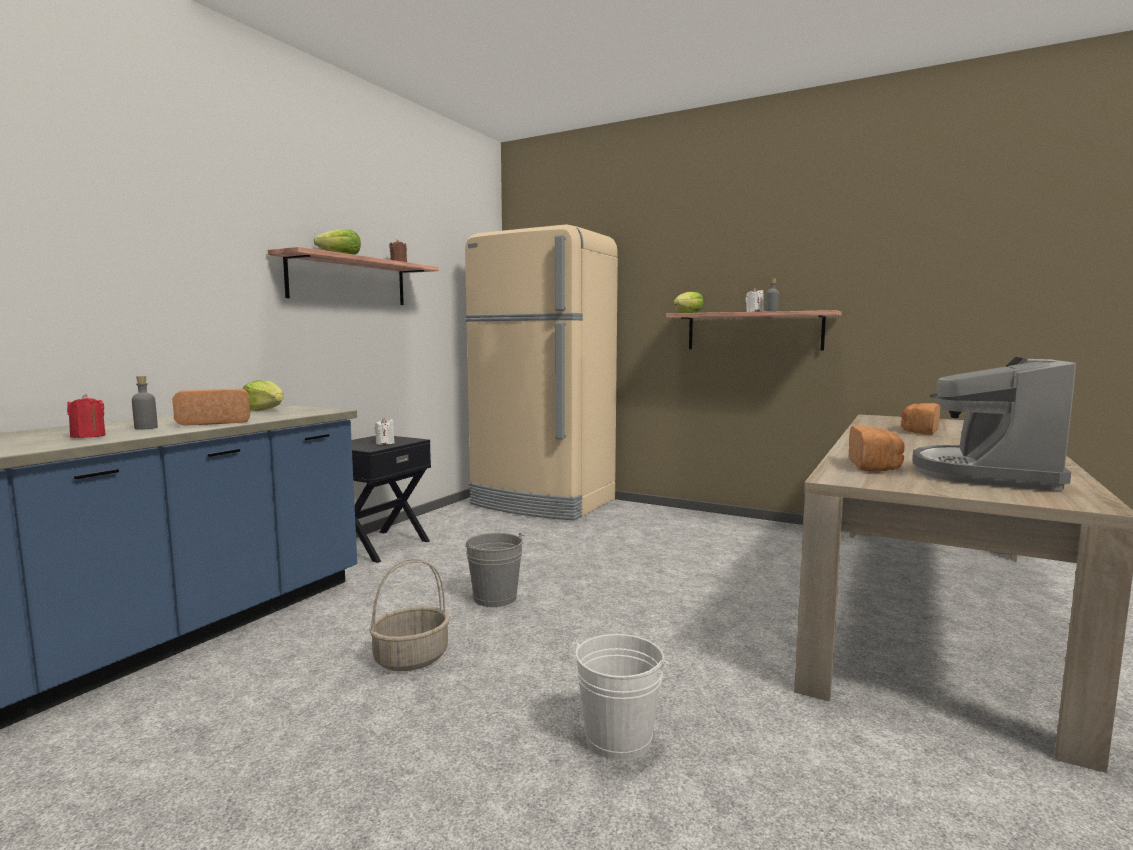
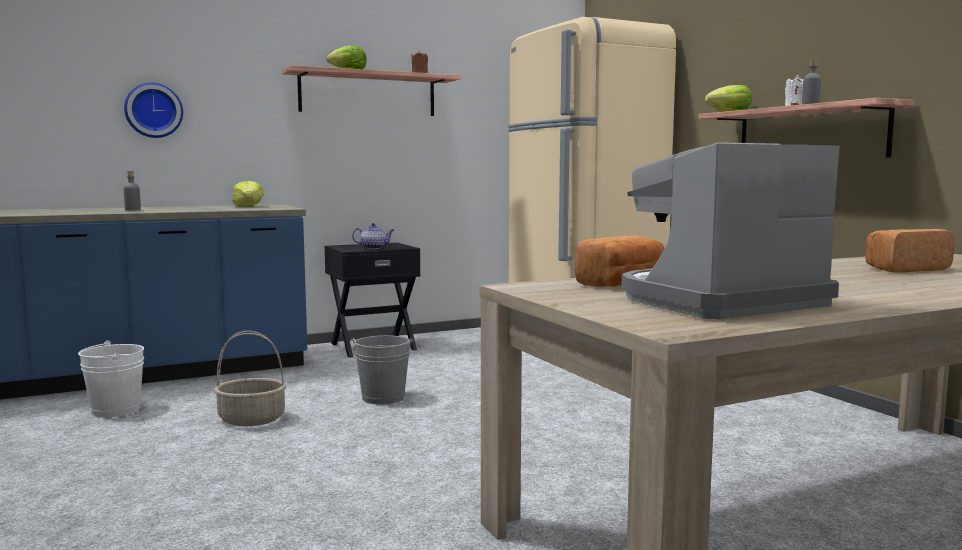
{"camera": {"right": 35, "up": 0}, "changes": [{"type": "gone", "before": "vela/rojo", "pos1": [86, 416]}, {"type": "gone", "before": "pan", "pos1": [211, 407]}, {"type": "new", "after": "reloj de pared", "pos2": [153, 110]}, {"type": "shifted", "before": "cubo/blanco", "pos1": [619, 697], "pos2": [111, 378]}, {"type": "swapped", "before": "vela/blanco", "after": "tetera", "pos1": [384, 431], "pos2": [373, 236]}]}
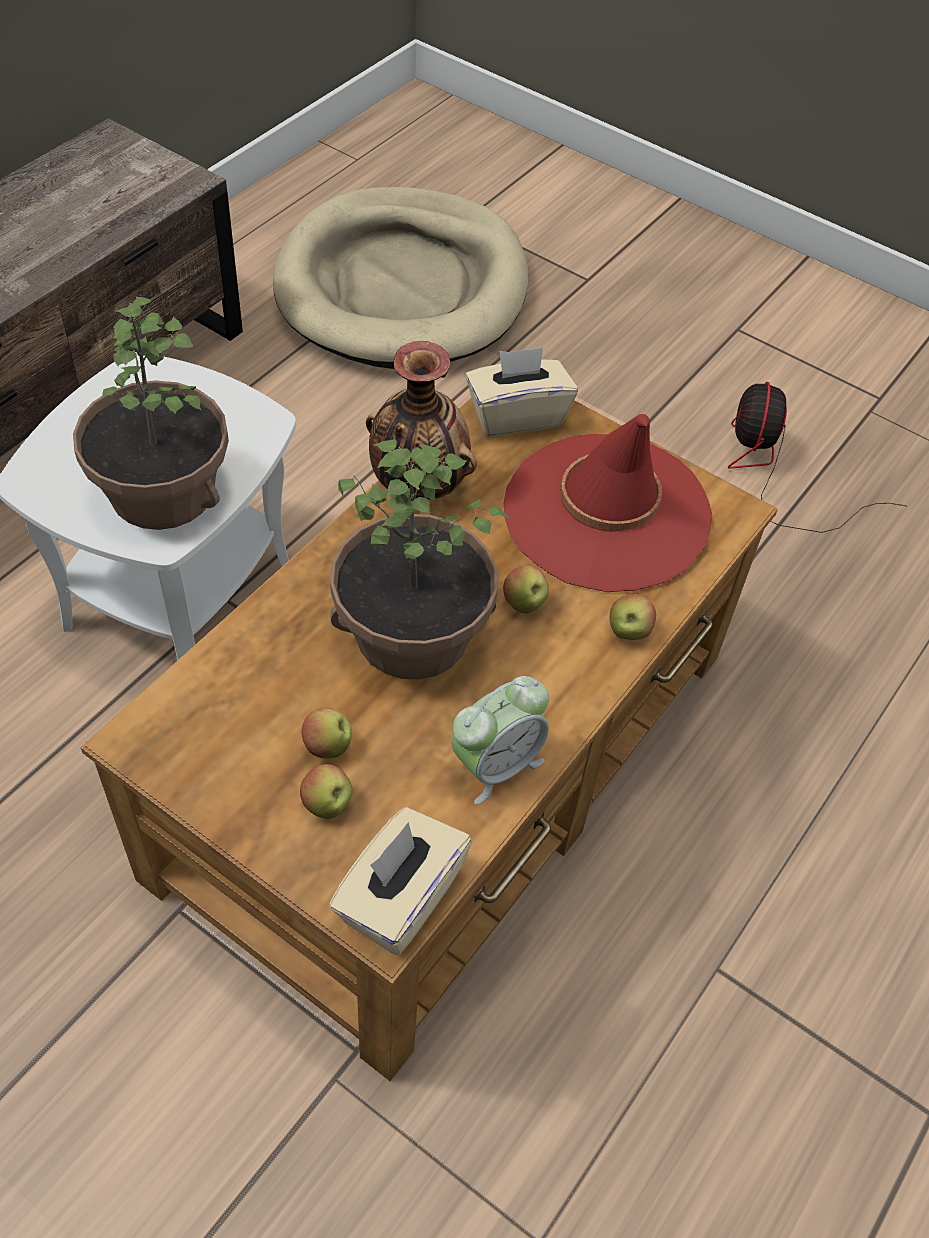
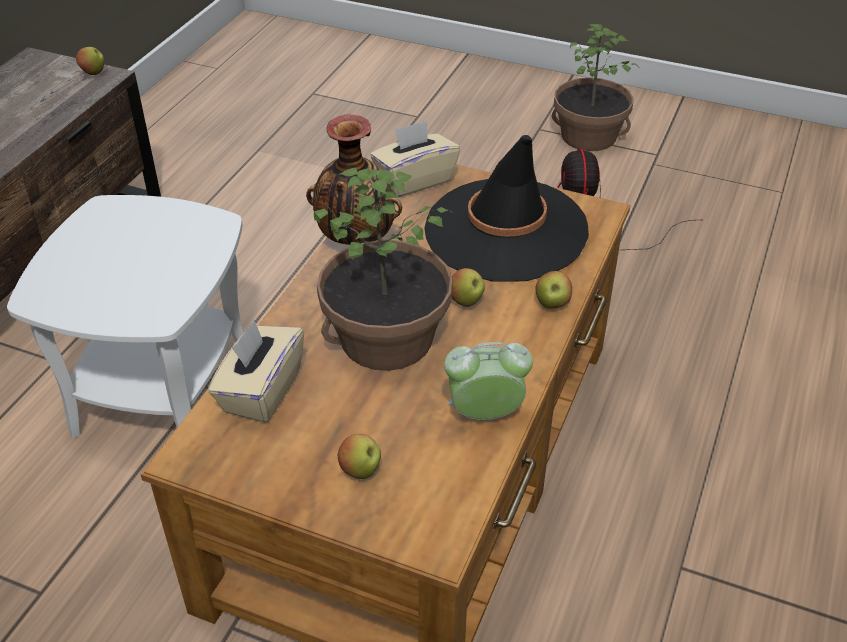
{"camera": {"right": -10, "up": -10}, "changes": [{"type": "gone", "before": "cama para perro/beis", "pos1": [400, 278]}, {"type": "shifted", "before": "planta en maceta", "pos1": [151, 413], "pos2": [595, 87]}, {"type": "shifted", "before": "manzana", "pos1": [326, 732], "pos2": [90, 61]}, {"type": "shifted", "before": "caja de pañuelos/beis", "pos1": [400, 881], "pos2": [256, 371]}, {"type": "repainted", "before": "sombrero/rojo", "after": "sombrero/negro", "pos1": [608, 503], "pos2": [507, 208]}, {"type": "rotated", "before": "despertador", "pos1": [500, 740], "pos2": [488, 381], "turn": -135}]}
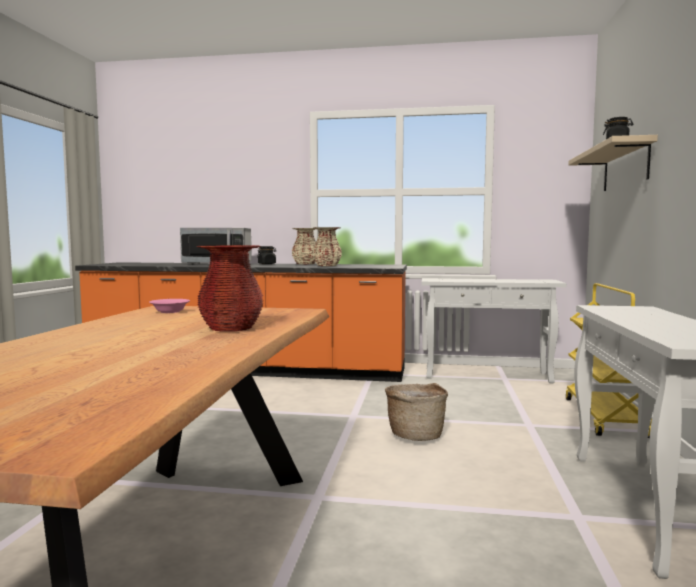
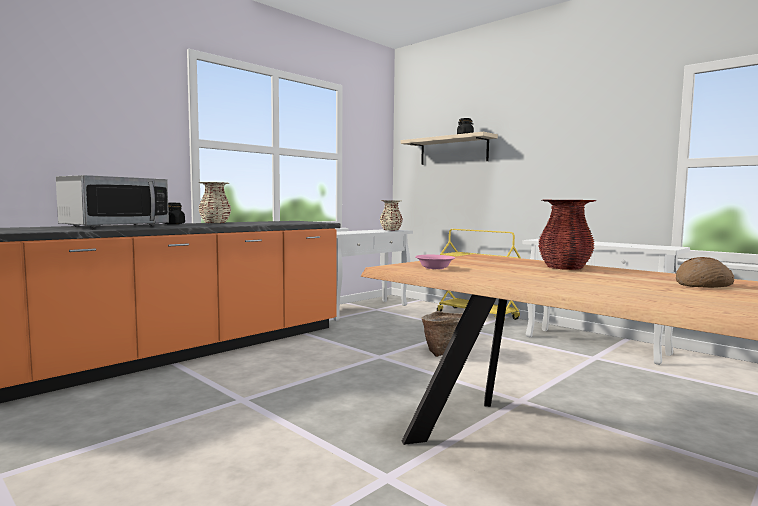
{"camera": {"right": -55, "up": 0}, "changes": [{"type": "new", "after": "pan", "pos2": [705, 272]}, {"type": "shifted", "before": "florero/beis", "pos1": [327, 246], "pos2": [391, 215]}]}
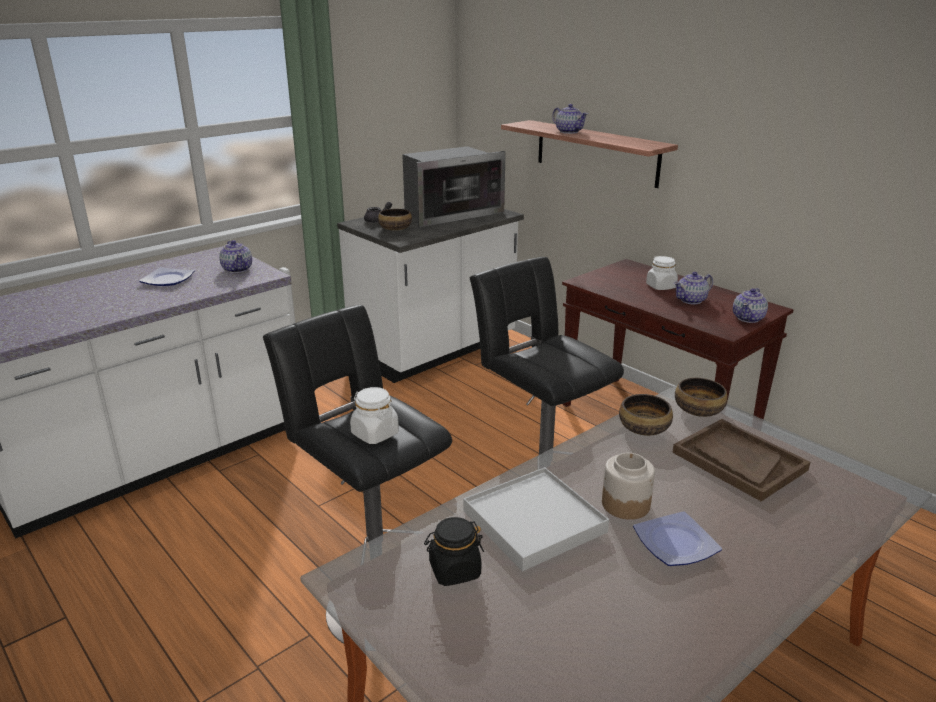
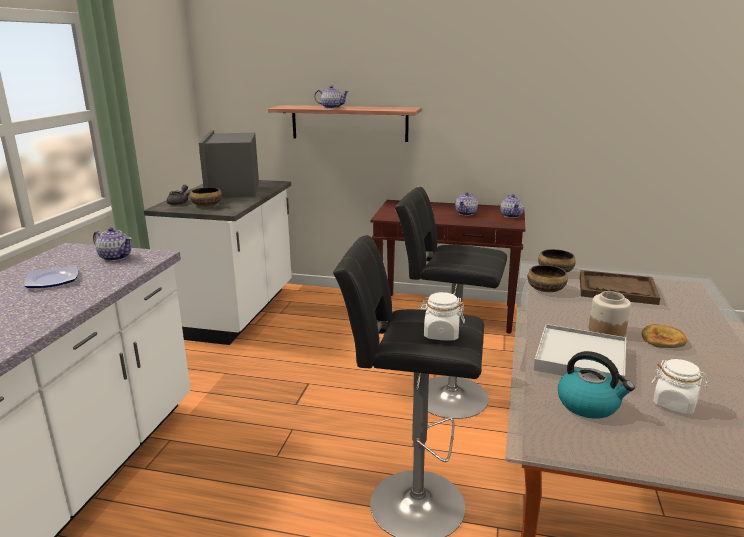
{"camera": {"right": -35, "up": -5}, "changes": [{"type": "shifted", "before": "tarro/blanco", "pos1": [662, 273], "pos2": [680, 387]}, {"type": "swapped", "before": "tarro/negro", "after": "hervidor", "pos1": [454, 551], "pos2": [596, 385]}, {"type": "swapped", "before": "plato", "after": "pan", "pos1": [677, 538], "pos2": [664, 336]}, {"type": "rotated", "before": "microondas", "pos1": [454, 187], "pos2": [229, 164], "turn": 150}]}
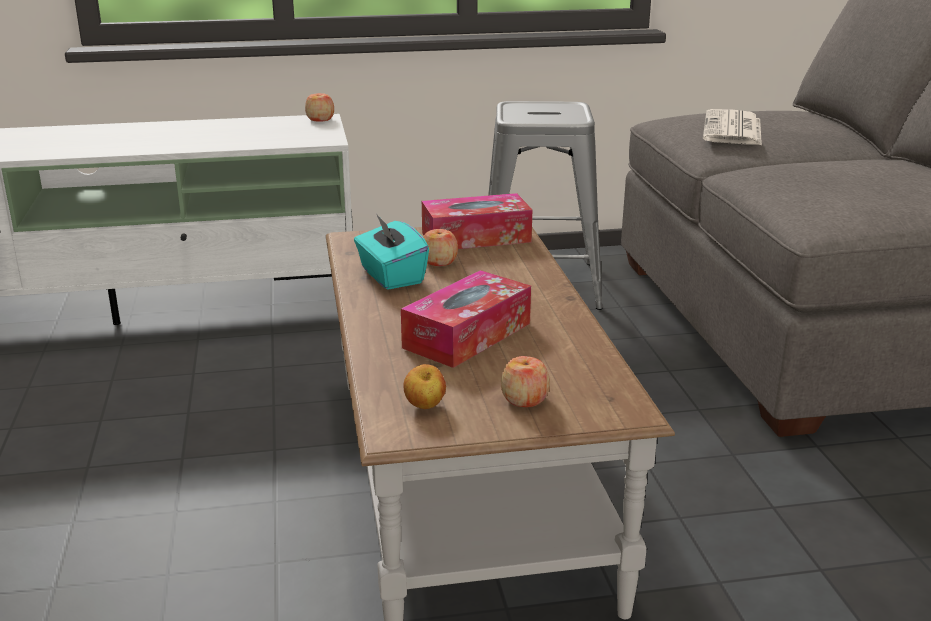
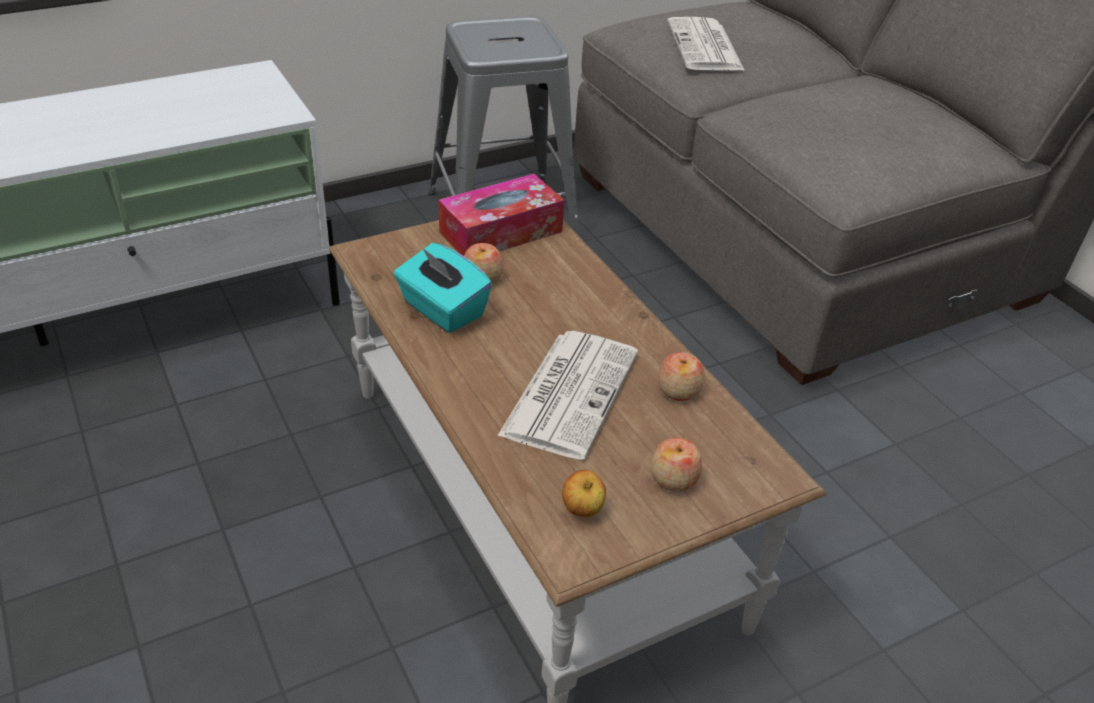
{"camera": {"right": -20, "up": 15}, "changes": [{"type": "shifted", "before": "manzana", "pos1": [319, 107], "pos2": [681, 376]}, {"type": "swapped", "before": "caja de pañuelos", "after": "periódico", "pos1": [466, 319], "pos2": [567, 395]}]}
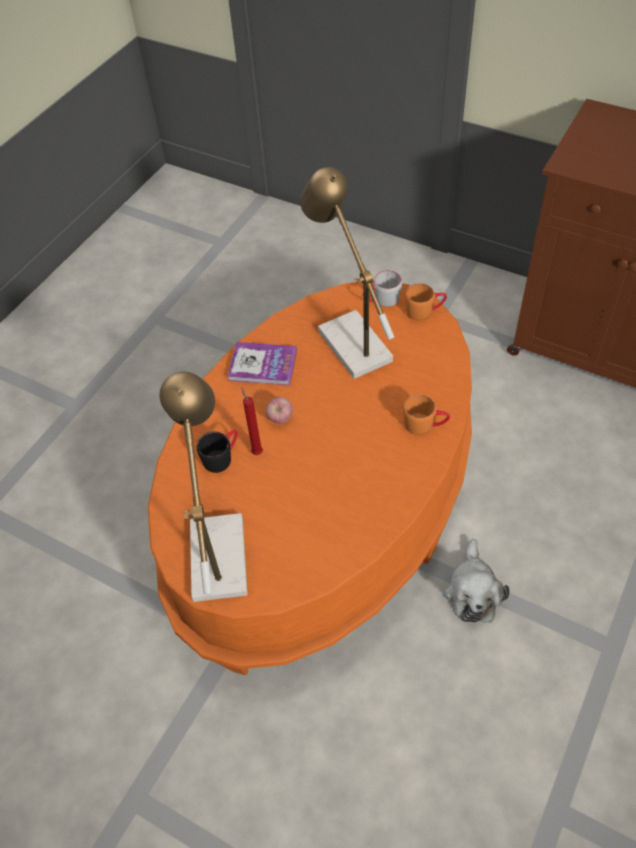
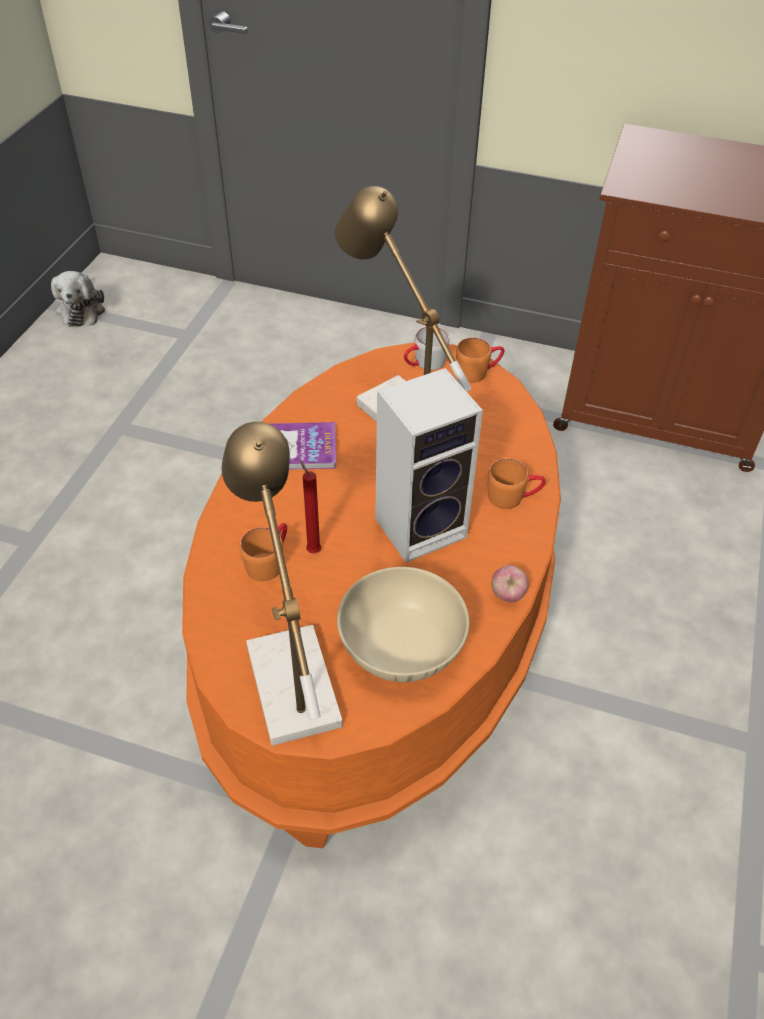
{"camera": {"right": -15, "up": -5}, "changes": [{"type": "new", "after": "cuenco/beis", "pos2": [403, 624]}, {"type": "new", "after": "altavoz", "pos2": [429, 465]}, {"type": "shifted", "before": "manzana", "pos1": [279, 410], "pos2": [510, 583]}, {"type": "shifted", "before": "peluche", "pos1": [477, 581], "pos2": [78, 299]}, {"type": "repainted", "before": "taza grande/negro", "after": "taza grande/naranja", "pos1": [217, 451], "pos2": [263, 552]}]}
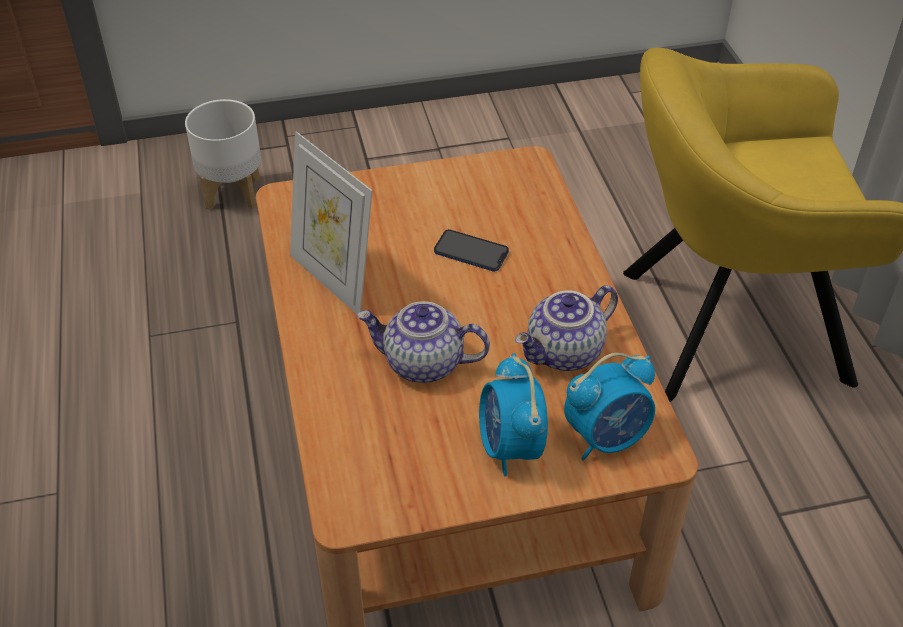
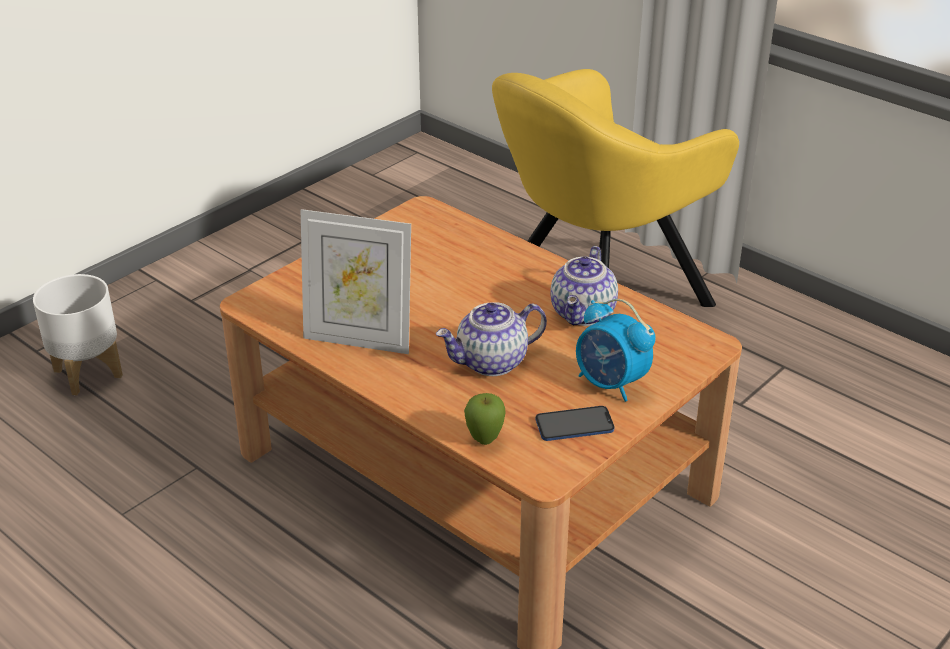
{"camera": {"right": -35, "up": -10}, "changes": [{"type": "gone", "before": "despertador", "pos1": [609, 407]}, {"type": "new", "after": "manzana", "pos2": [485, 419]}, {"type": "shifted", "before": "móvil", "pos1": [471, 250], "pos2": [575, 423]}]}
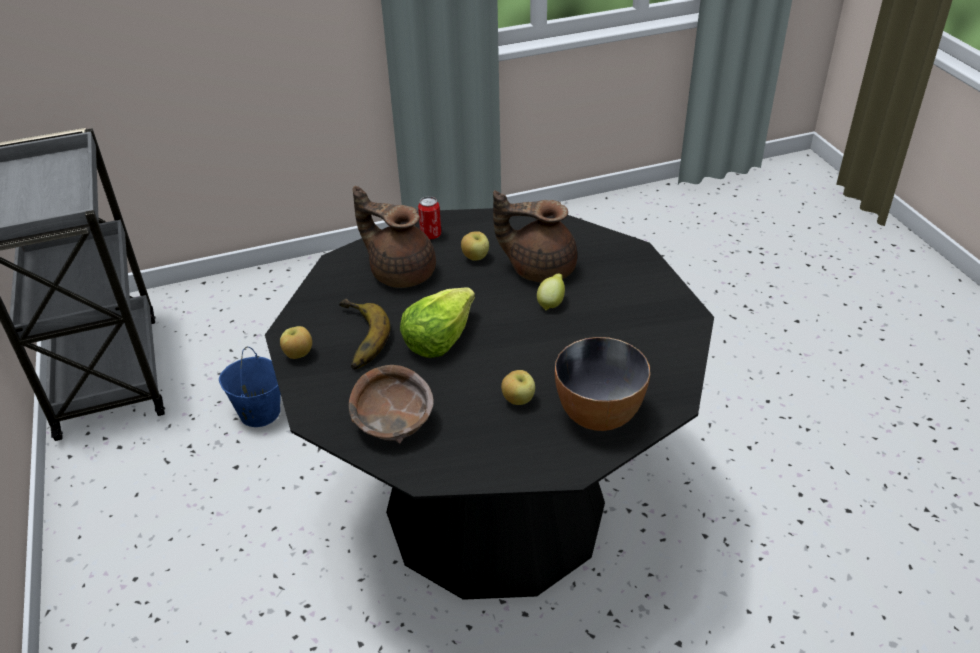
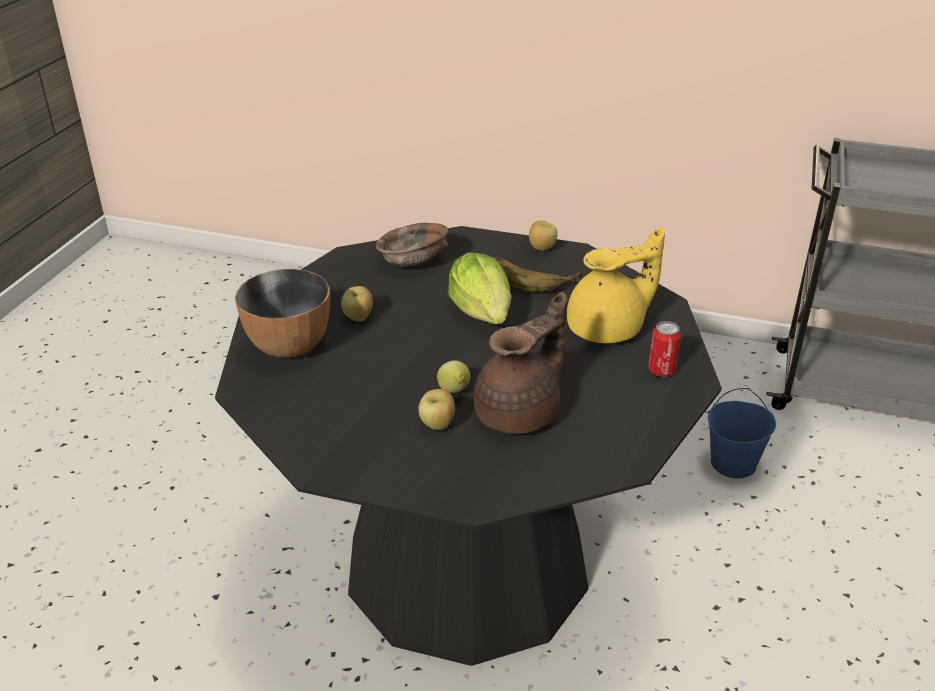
{"camera": {"right": 125, "up": -5}, "changes": [{"type": "shifted", "before": "manzana", "pos1": [475, 246], "pos2": [436, 409]}, {"type": "repainted", "before": "tetera/marrón", "after": "tetera/amarillo", "pos1": [394, 237], "pos2": [616, 285]}]}
